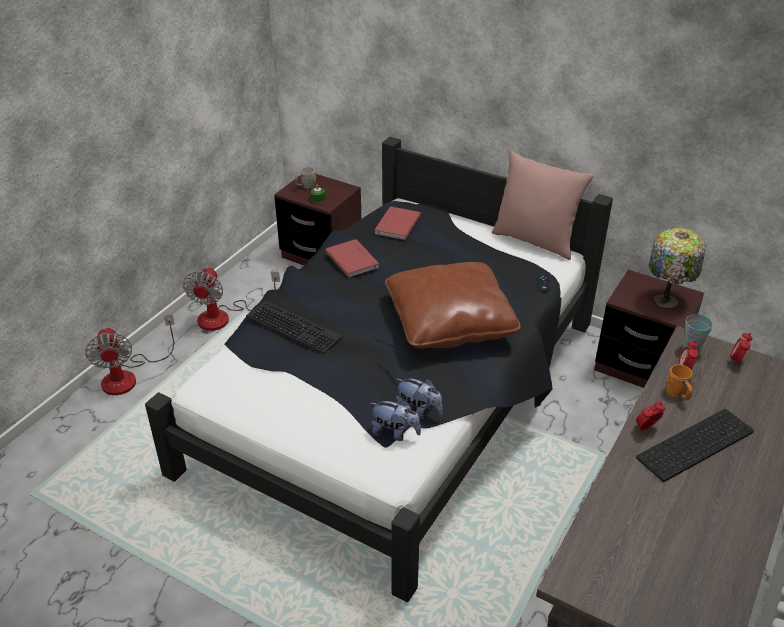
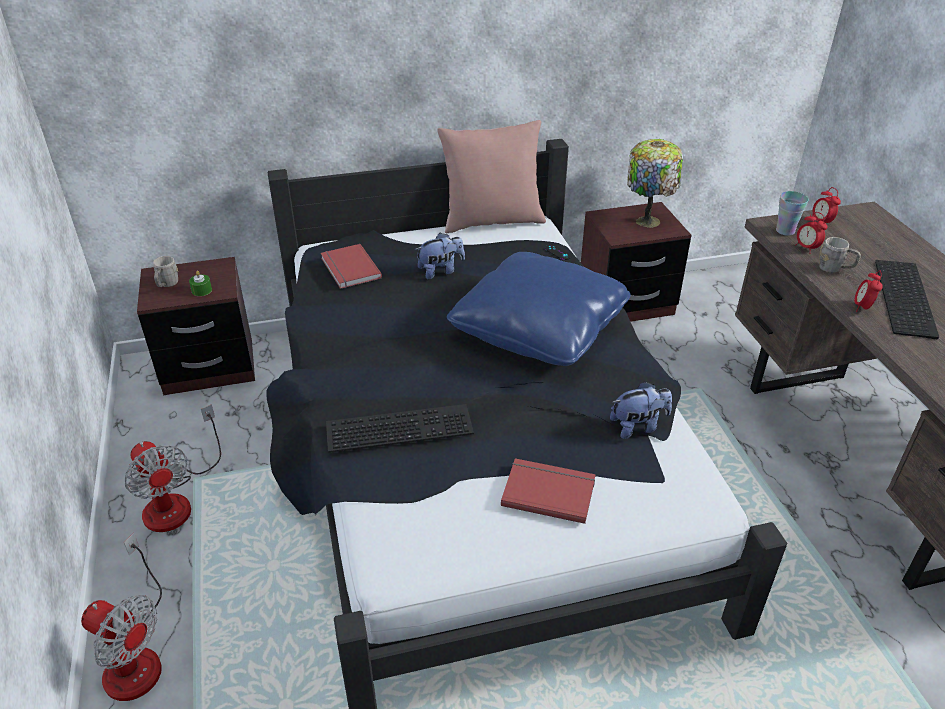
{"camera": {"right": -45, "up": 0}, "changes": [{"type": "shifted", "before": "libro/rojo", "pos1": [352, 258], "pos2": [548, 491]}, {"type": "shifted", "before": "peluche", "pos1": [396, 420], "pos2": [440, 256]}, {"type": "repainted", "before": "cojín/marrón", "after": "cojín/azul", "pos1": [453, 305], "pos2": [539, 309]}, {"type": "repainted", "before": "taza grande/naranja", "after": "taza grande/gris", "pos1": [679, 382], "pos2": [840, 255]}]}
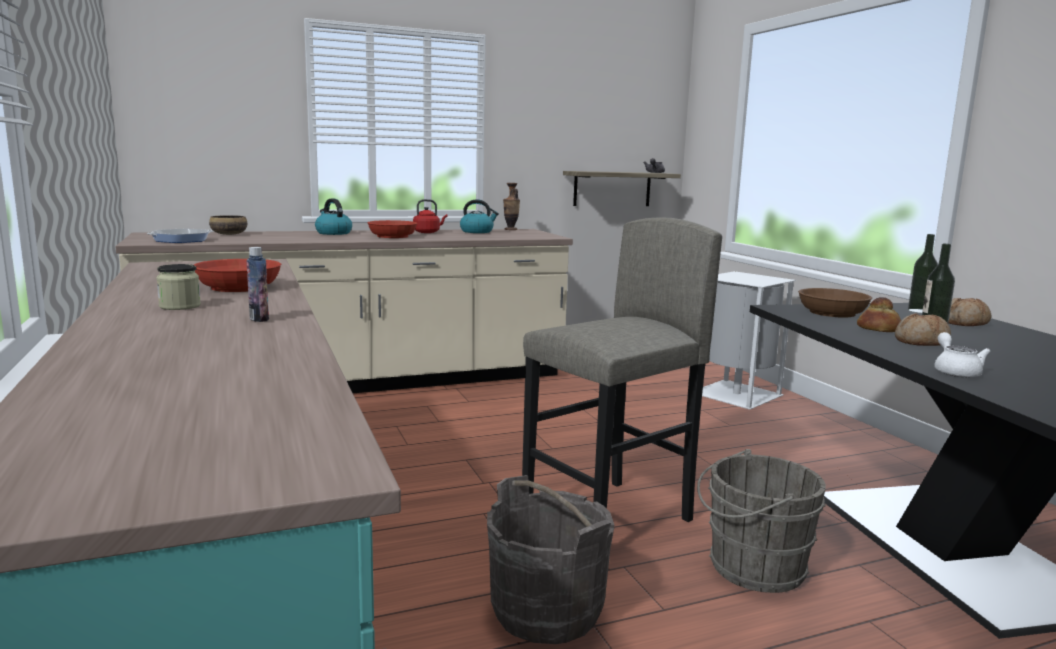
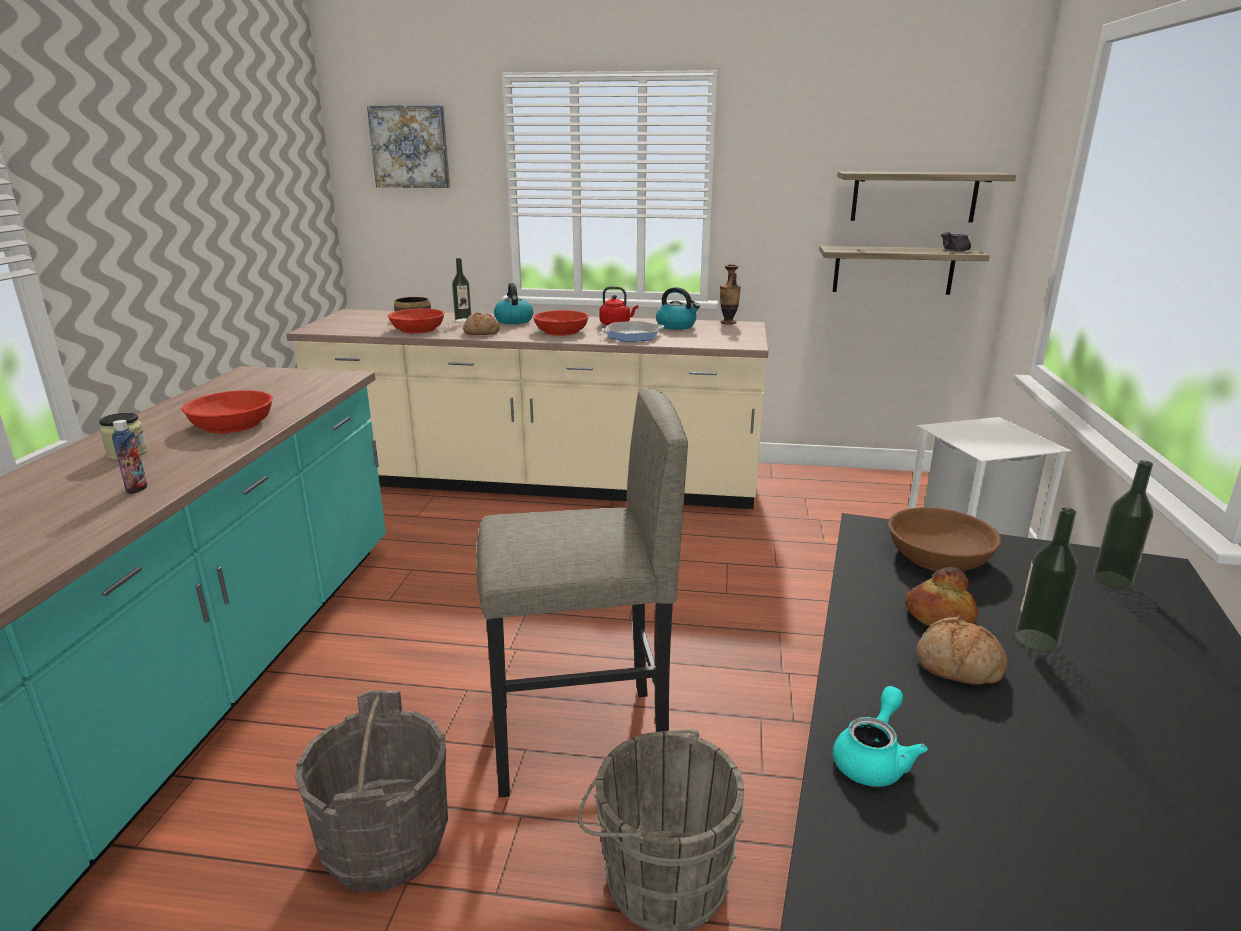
{"camera": {"right": 30, "up": 10}, "changes": [{"type": "new", "after": "cuadro", "pos2": [408, 146]}, {"type": "new", "after": "cuenco/rojo", "pos2": [416, 321]}, {"type": "new", "after": "botella", "pos2": [461, 290]}, {"type": "new", "after": "estante", "pos2": [926, 196]}, {"type": "shifted", "before": "sartén", "pos1": [180, 236], "pos2": [633, 331]}, {"type": "shifted", "before": "pan", "pos1": [969, 312], "pos2": [481, 324]}, {"type": "repainted", "before": "tetera/blanco", "after": "tetera/turquesa", "pos1": [962, 354], "pos2": [880, 736]}]}
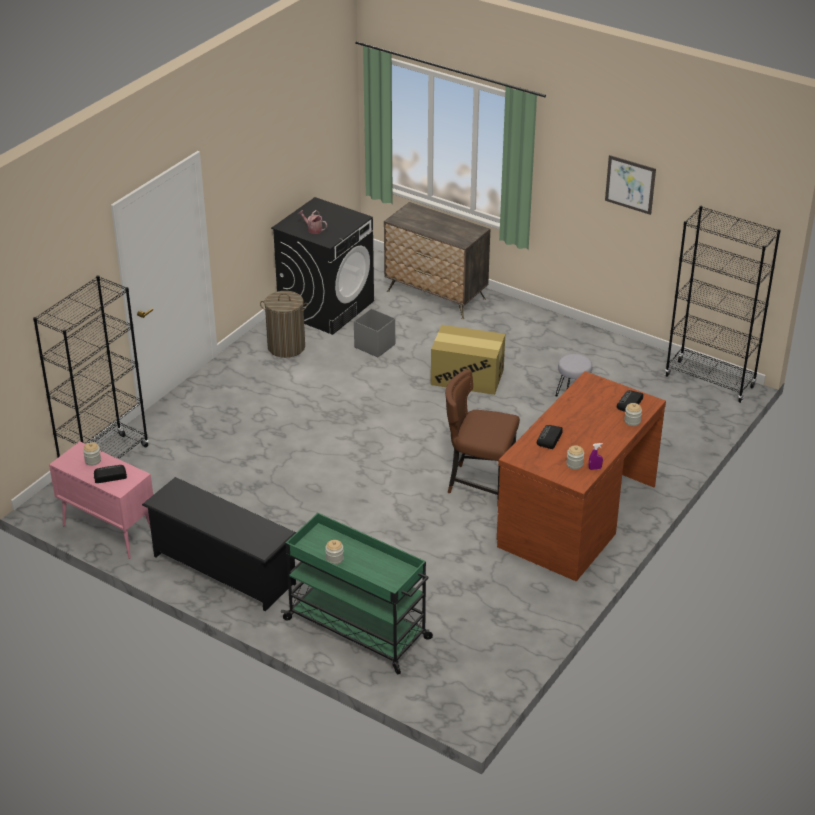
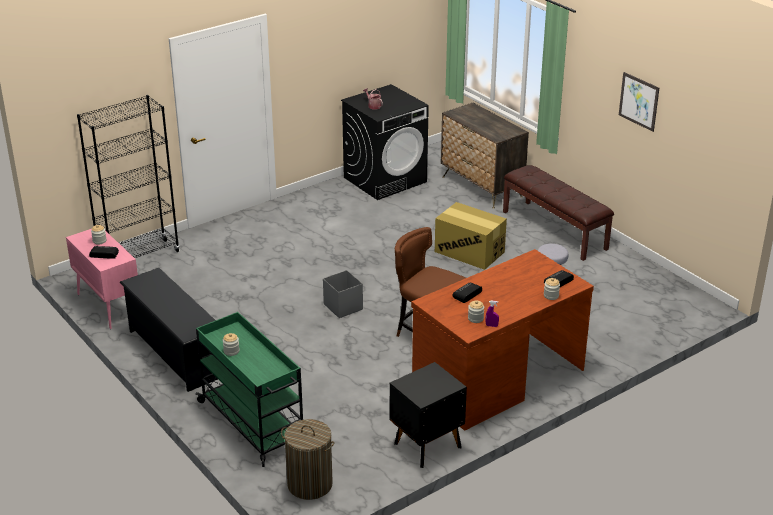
{"camera": {"right": 20, "up": -5}, "changes": [{"type": "gone", "before": "estantería/negro", "pos1": [723, 304]}, {"type": "new", "after": "mesita de noche/negro", "pos2": [428, 415]}, {"type": "new", "after": "banco/marrón", "pos2": [558, 213]}, {"type": "shifted", "before": "cesto de la ropa", "pos1": [284, 324], "pos2": [308, 459]}, {"type": "shifted", "before": "caja de almacenaje/gris", "pos1": [374, 332], "pos2": [343, 294]}]}
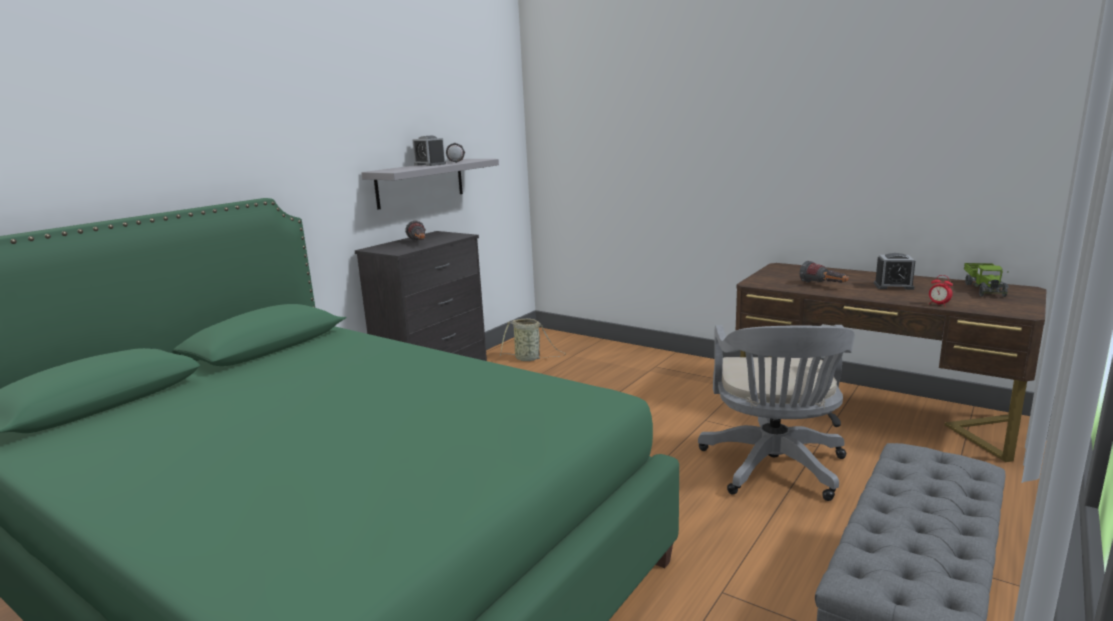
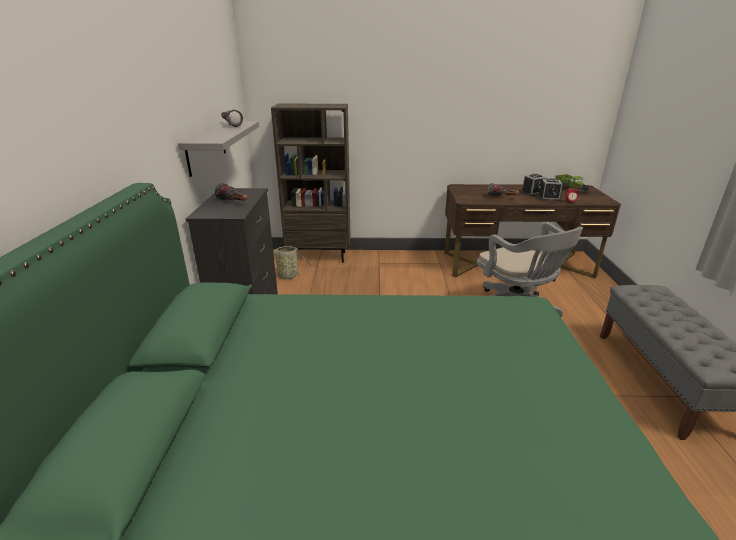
{"camera": {"right": -35, "up": 10}, "changes": [{"type": "new", "after": "estantería/marrón", "pos2": [310, 183]}, {"type": "shifted", "before": "despertador", "pos1": [429, 150], "pos2": [550, 189]}]}
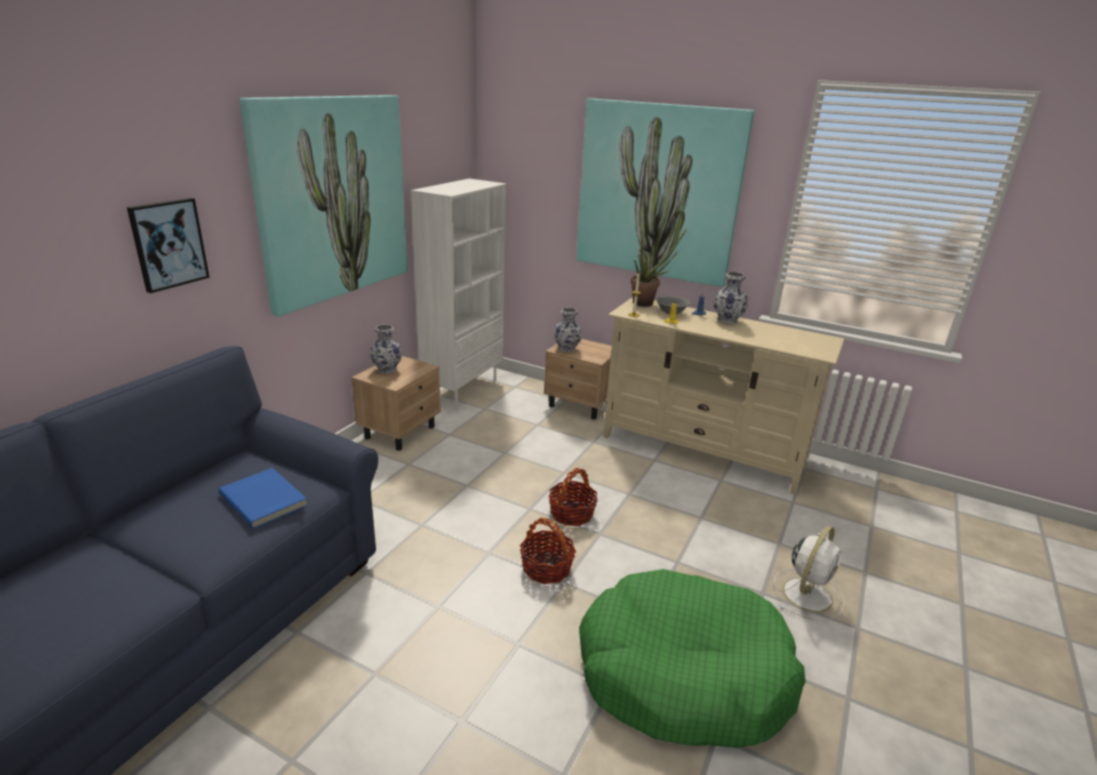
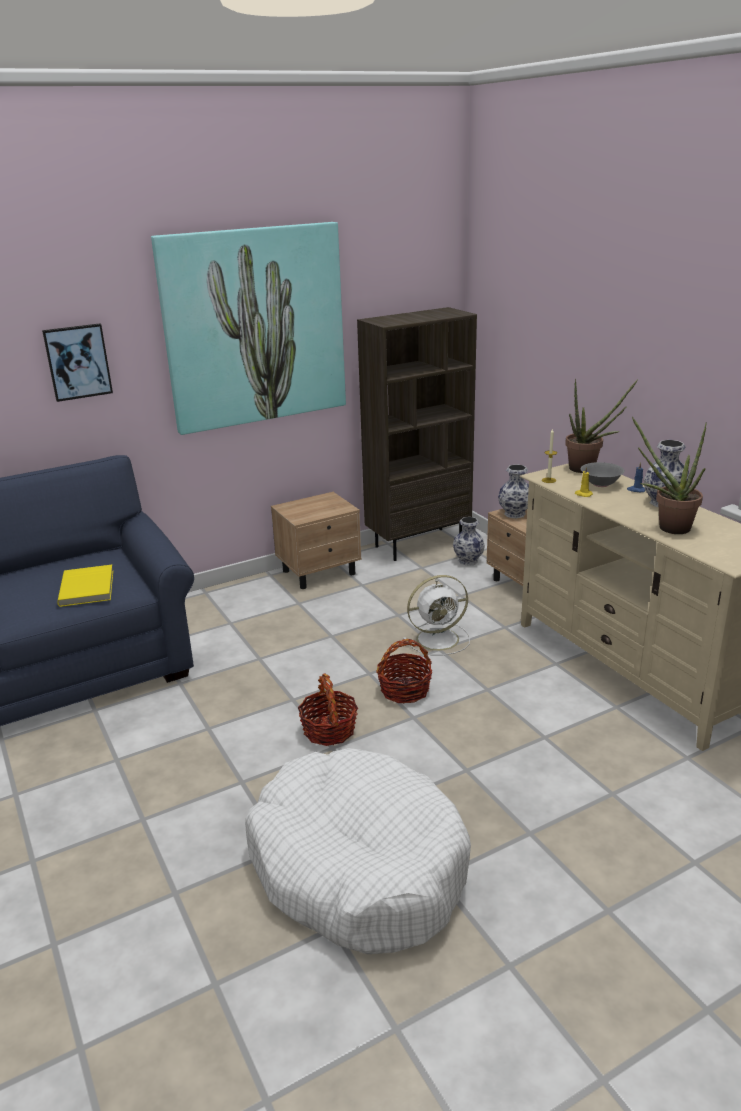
{"camera": {"right": 35, "up": 0}, "changes": [{"type": "gone", "before": "cuadro", "pos1": [665, 192]}, {"type": "new", "after": "planta en maceta", "pos2": [669, 475]}, {"type": "shifted", "before": "florero", "pos1": [386, 349], "pos2": [469, 541]}, {"type": "shifted", "before": "ventilador/blanco", "pos1": [809, 573], "pos2": [436, 615]}, {"type": "repainted", "before": "libro/azul", "after": "libro/amarillo", "pos1": [263, 498], "pos2": [85, 586]}, {"type": "repainted", "before": "estantería/blanco", "after": "estantería/marrón", "pos1": [458, 293], "pos2": [417, 434]}, {"type": "repainted", "before": "cama para perro/verde", "after": "cama para perro/blanco", "pos1": [692, 658], "pos2": [358, 851]}]}
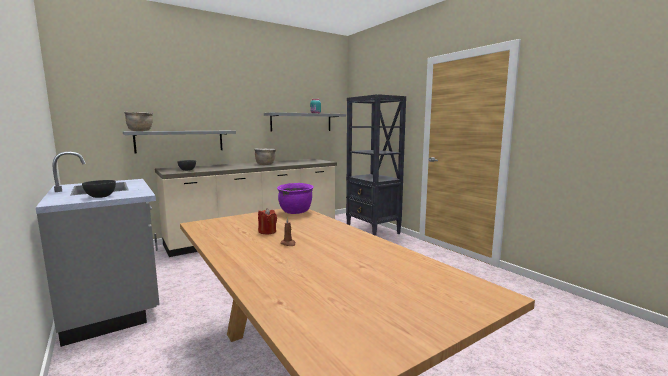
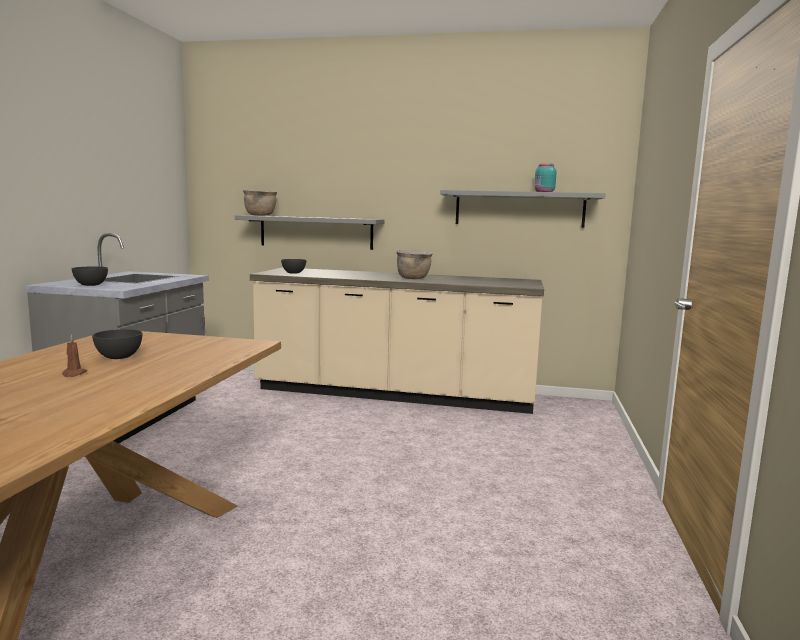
{"camera": {"right": 45, "up": 0}, "changes": [{"type": "gone", "before": "olla/morado", "pos1": [295, 198]}, {"type": "gone", "before": "estantería/negro", "pos1": [376, 165]}, {"type": "swapped", "before": "vela/rojo", "after": "cuenco/gris", "pos1": [267, 221], "pos2": [117, 344]}]}
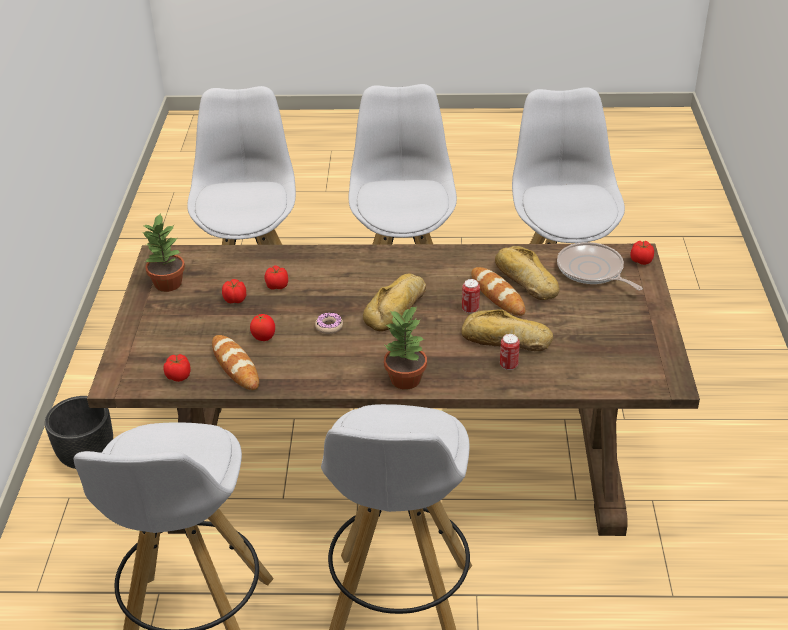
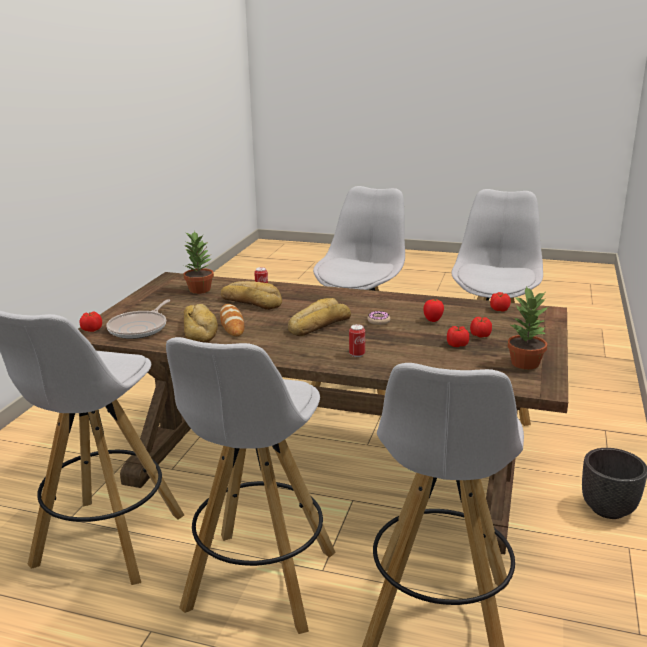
{"camera": {"right": -165, "up": -15}, "changes": [{"type": "gone", "before": "pan", "pos1": [235, 362]}, {"type": "shifted", "before": "tomate", "pos1": [276, 278], "pos2": [481, 327]}, {"type": "shifted", "before": "planta en maceta", "pos1": [405, 347], "pos2": [198, 262]}, {"type": "shifted", "before": "lata", "pos1": [471, 296], "pos2": [357, 340]}, {"type": "rotated", "before": "sartén", "pos1": [600, 266], "pos2": [138, 319], "turn": 45}]}
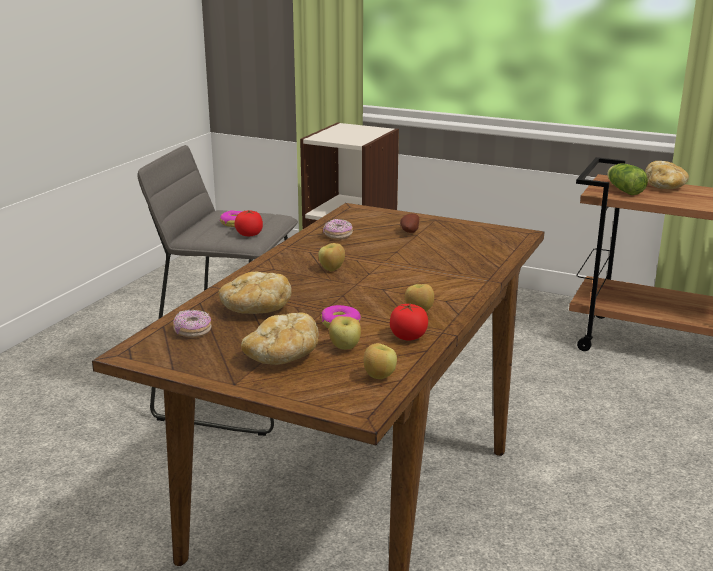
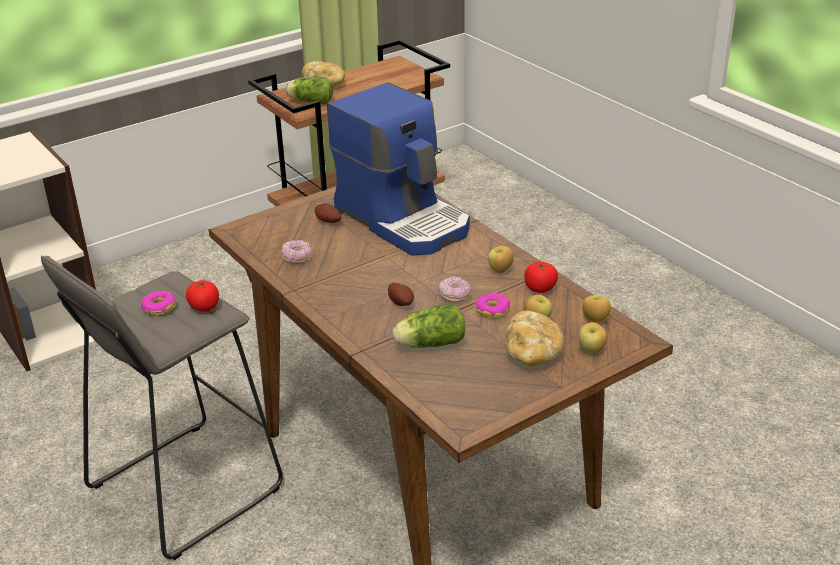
{"camera": {"right": -60, "up": 10}, "changes": [{"type": "new", "after": "cafetera", "pos2": [398, 169]}, {"type": "new", "after": "patata", "pos2": [401, 294]}, {"type": "shifted", "before": "rosquilla", "pos1": [192, 324], "pos2": [454, 290]}, {"type": "shifted", "before": "manzana", "pos1": [331, 257], "pos2": [593, 337]}, {"type": "swapped", "before": "pan", "after": "lechuga", "pos1": [255, 293], "pos2": [428, 326]}]}
